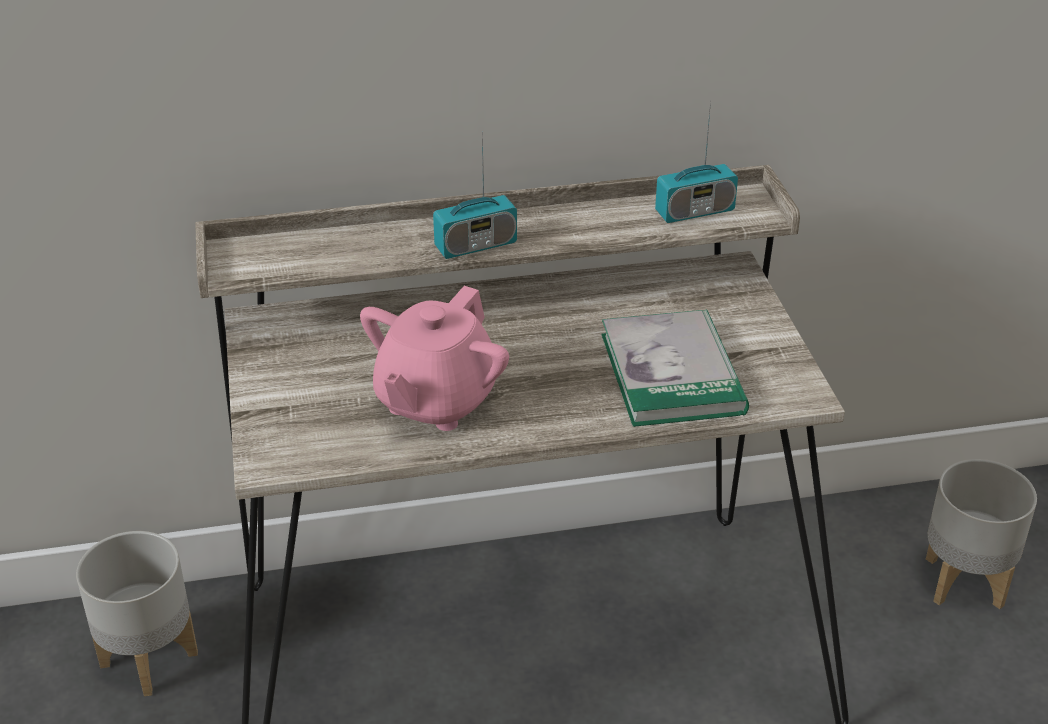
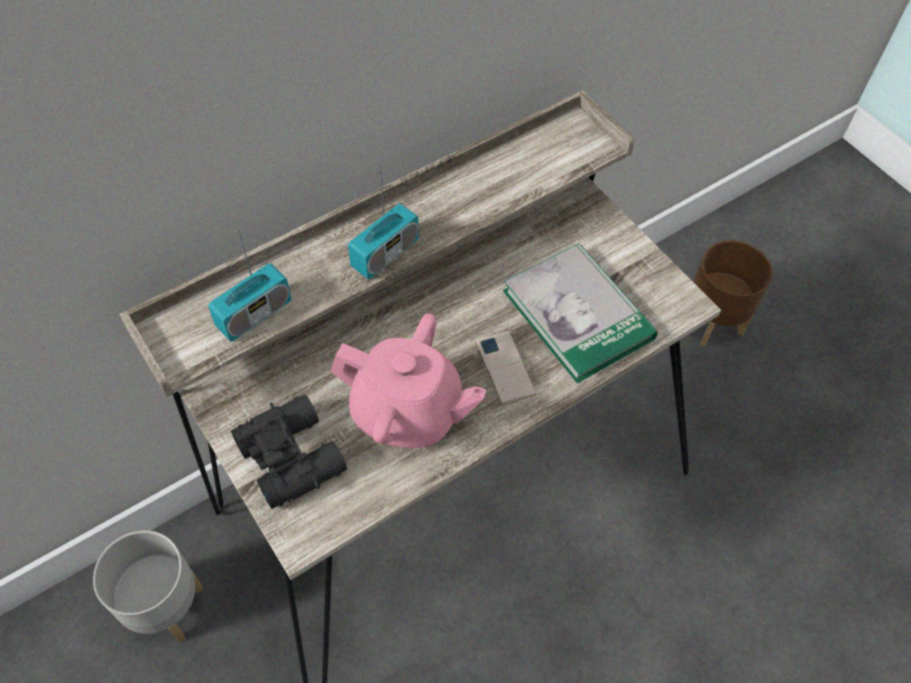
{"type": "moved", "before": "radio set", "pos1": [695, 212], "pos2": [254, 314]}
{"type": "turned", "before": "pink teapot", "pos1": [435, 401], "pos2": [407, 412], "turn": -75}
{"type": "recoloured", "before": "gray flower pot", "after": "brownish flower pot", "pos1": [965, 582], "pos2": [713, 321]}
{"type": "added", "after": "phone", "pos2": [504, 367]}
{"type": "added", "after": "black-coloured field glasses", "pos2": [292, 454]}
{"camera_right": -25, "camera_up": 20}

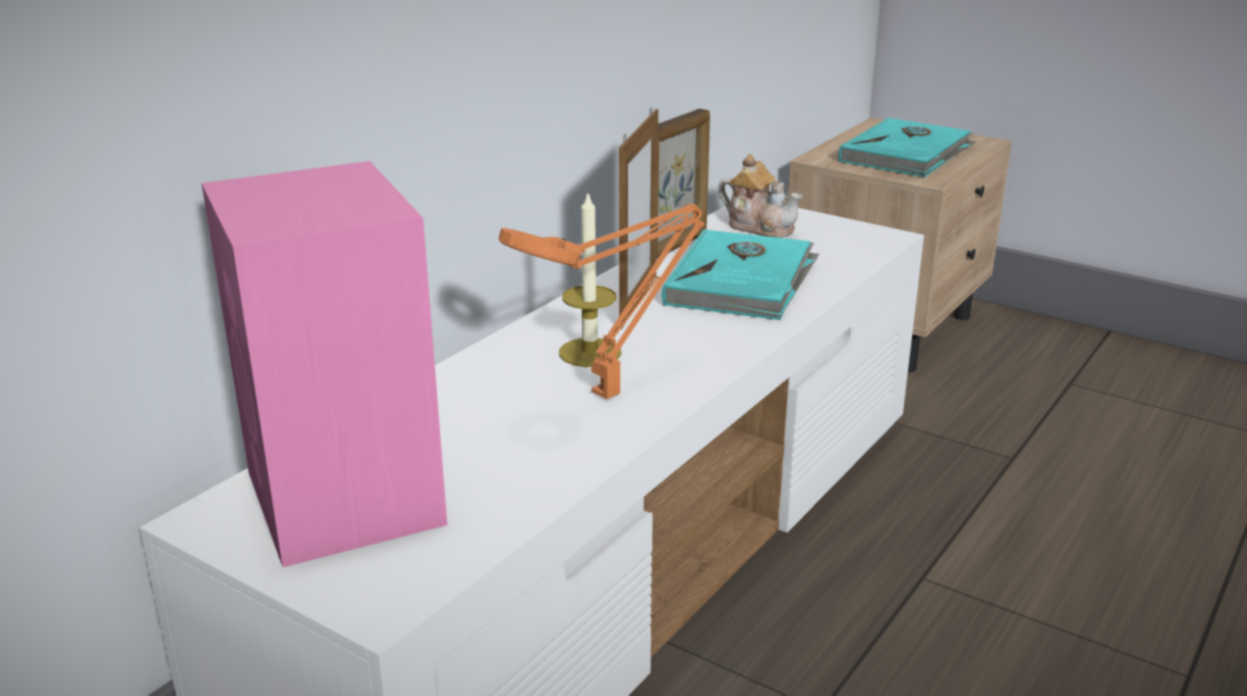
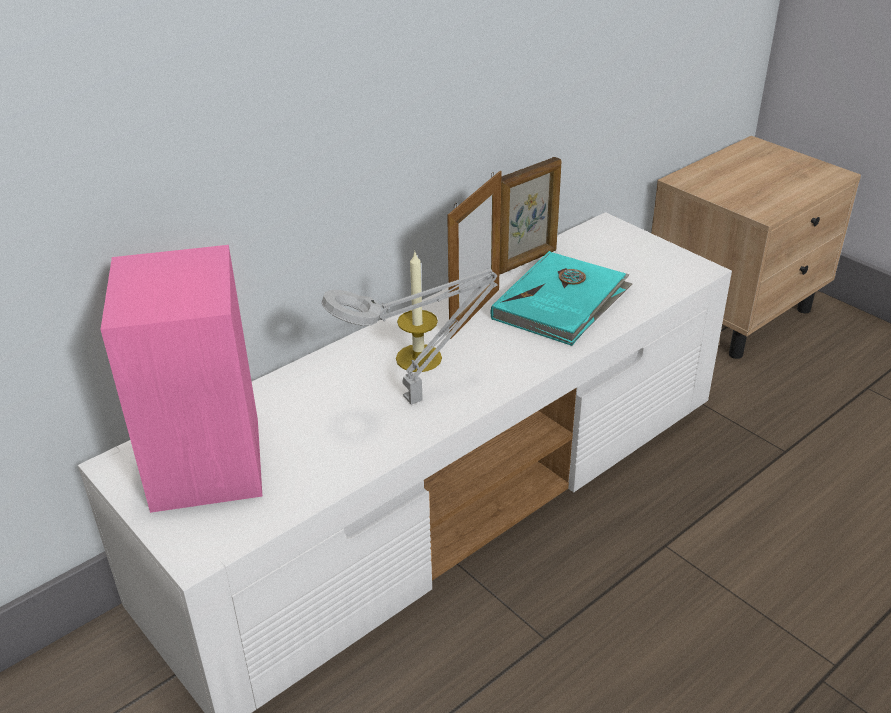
{"type": "removed", "before": "turquoise volume", "pos1": [907, 154]}
{"type": "removed", "before": "teapot", "pos1": [760, 226]}
{"type": "recoloured", "before": "orange-coloured table lamp", "after": "gray table lamp", "pos1": [612, 392], "pos2": [418, 398]}
{"camera_right": 15, "camera_up": 10}

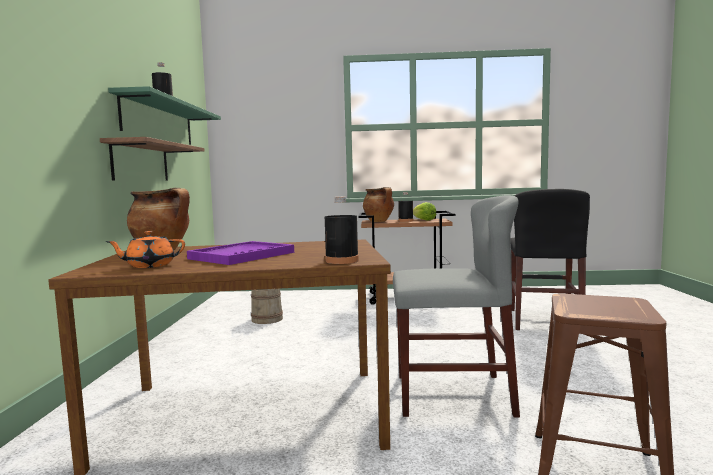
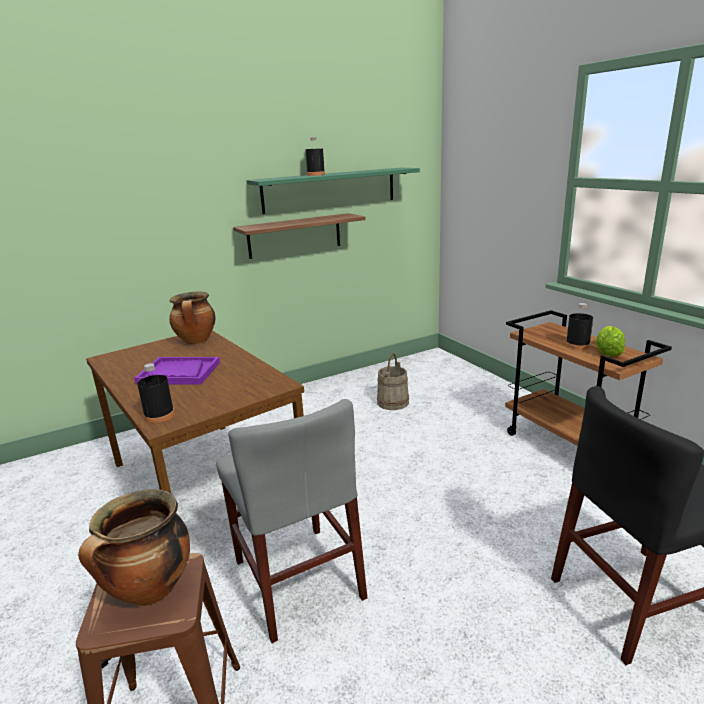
{"type": "moved", "before": "saucepot", "pos1": [379, 221], "pos2": [150, 591]}
{"type": "removed", "before": "orange-coloured teapot", "pos1": [149, 265]}
{"camera_right": 60, "camera_up": 15}

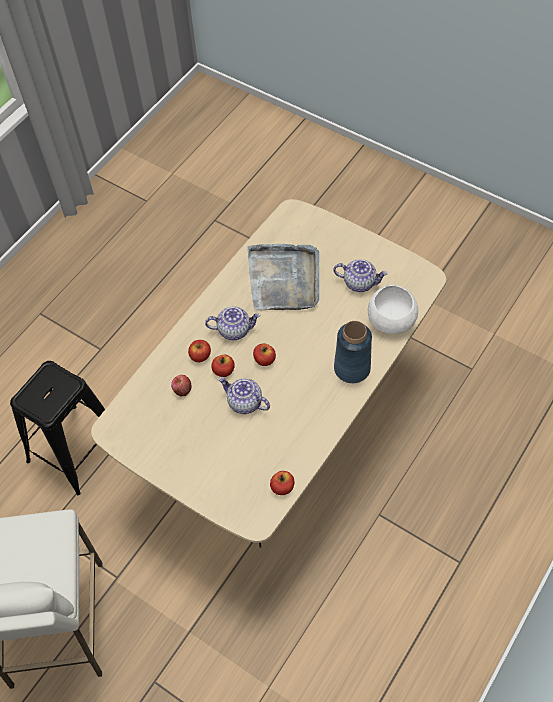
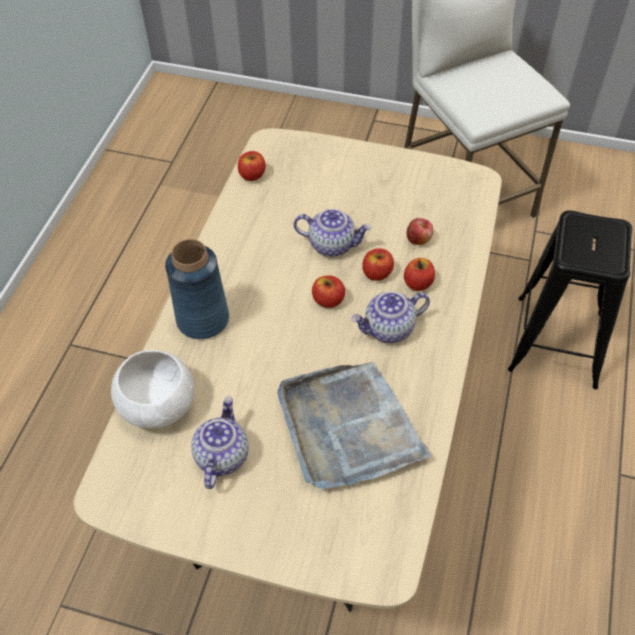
{"type": "turned", "before": "teapot", "pos1": [360, 282], "pos2": [221, 455], "turn": 105}
{"camera_right": 160, "camera_up": -5}

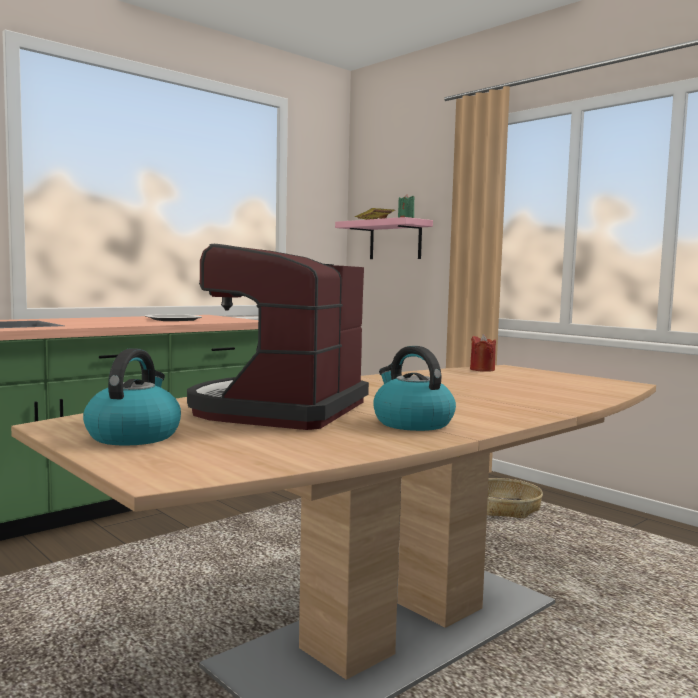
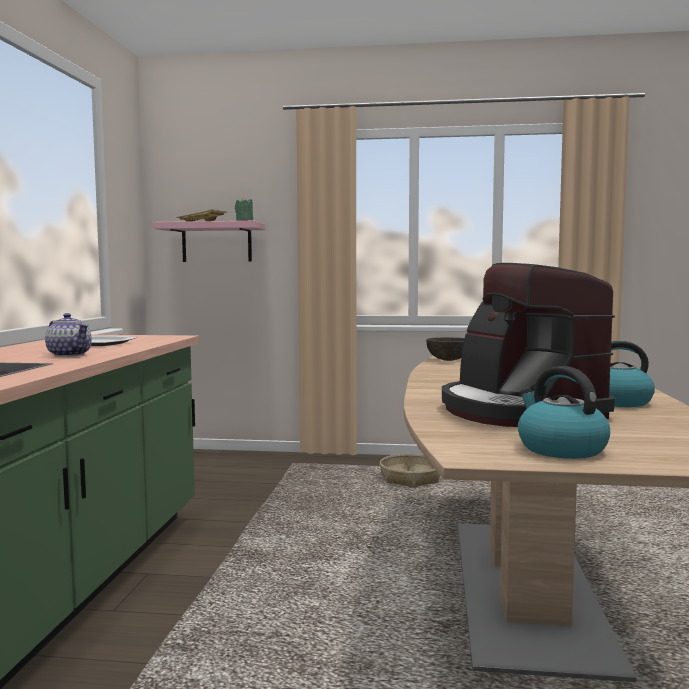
{"type": "replaced", "before": "reddish wax candle", "after": "brownish bowl", "pos1": [482, 369], "pos2": [448, 360]}
{"type": "added", "after": "teapot", "pos2": [69, 354]}
{"camera_right": -40, "camera_up": 0}

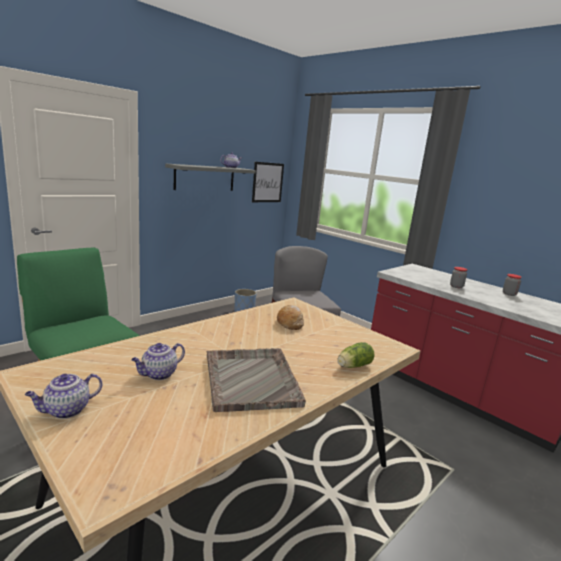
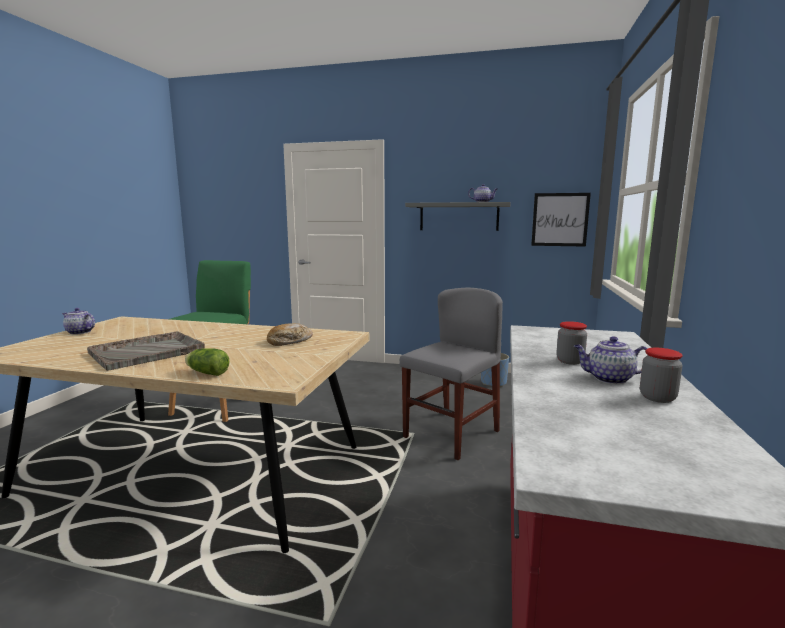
{"type": "moved", "before": "teapot", "pos1": [158, 374], "pos2": [609, 379]}
{"camera_right": 60, "camera_up": -5}

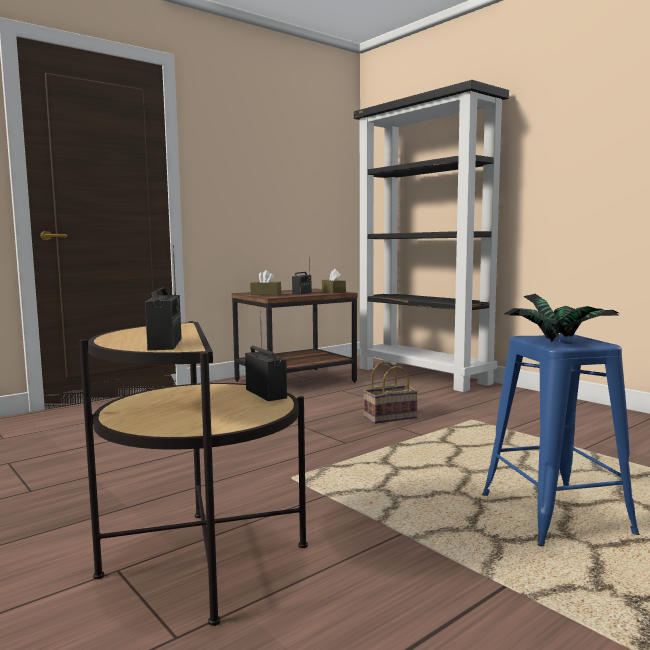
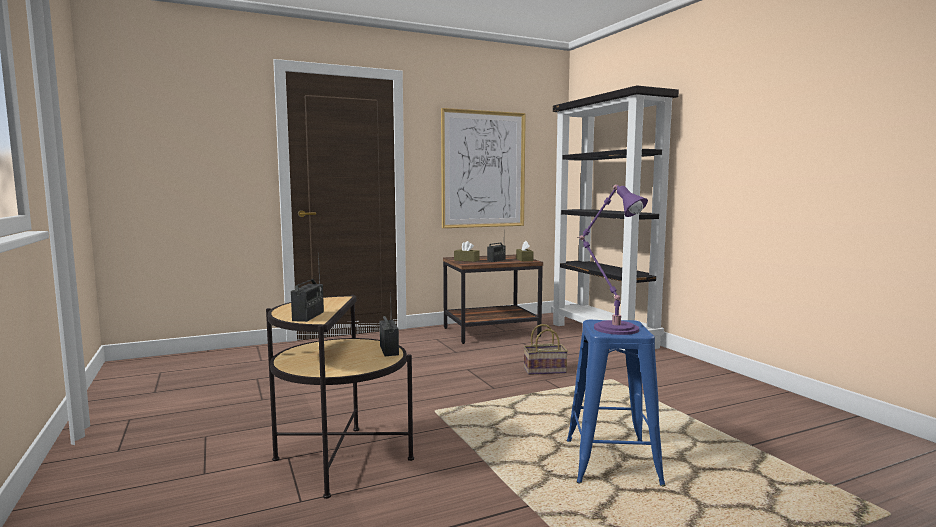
{"type": "replaced", "before": "plant in a pot", "after": "purple table lamp", "pos1": [560, 341], "pos2": [613, 328]}
{"type": "added", "after": "wall art", "pos2": [483, 169]}
{"camera_right": 15, "camera_up": 0}

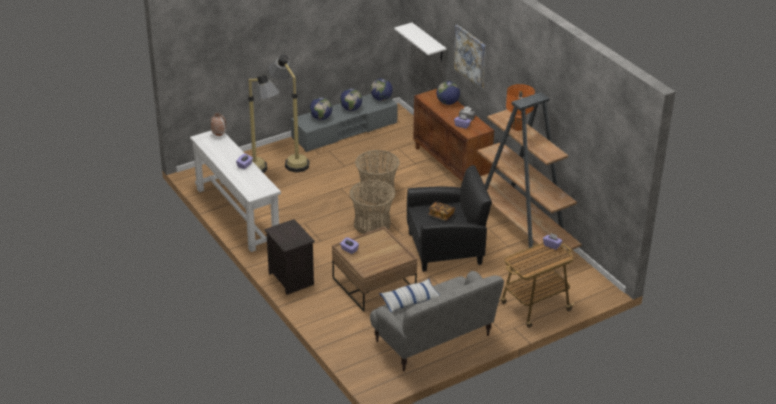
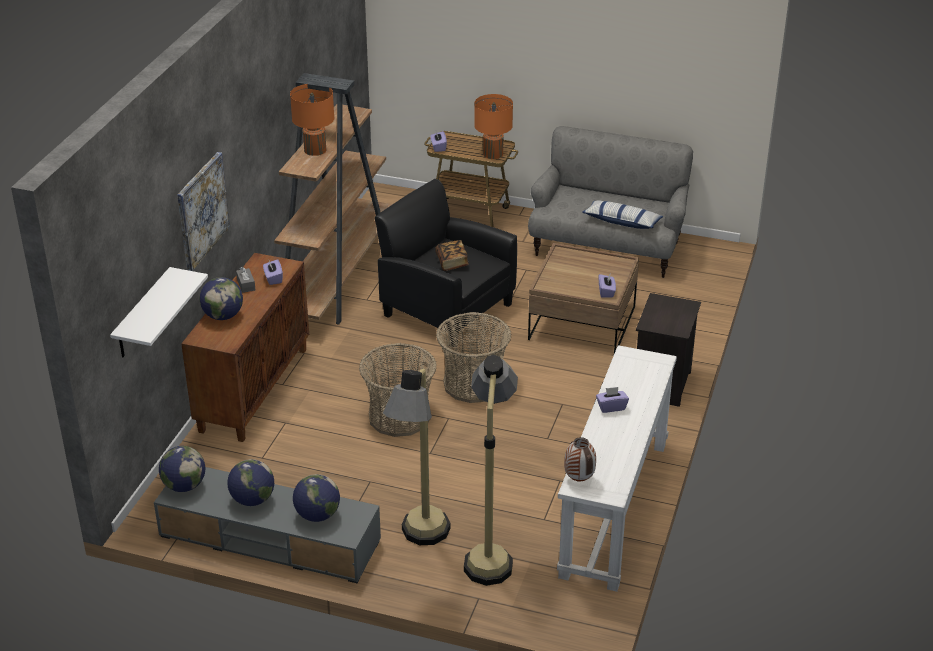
{"type": "added", "after": "orange-coloured table lamp", "pos2": [493, 154]}
{"camera_right": -130, "camera_up": 0}

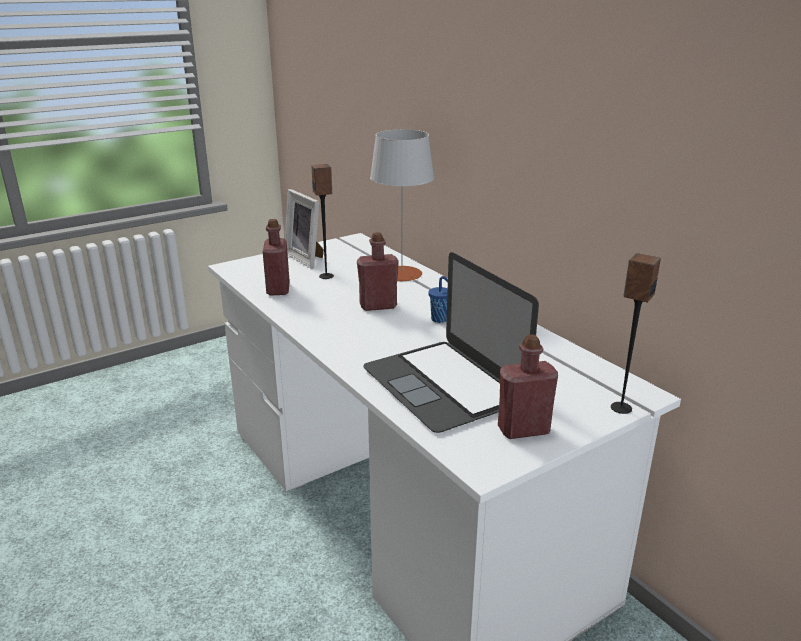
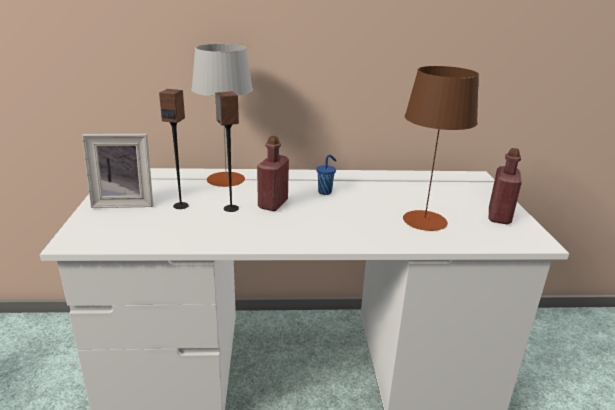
{"type": "removed", "before": "reddish bottle", "pos1": [278, 289]}
{"type": "replaced", "before": "laptop", "after": "brownish table lamp", "pos1": [443, 384], "pos2": [424, 220]}
{"type": "moved", "before": "audio speaker", "pos1": [620, 408], "pos2": [230, 208]}
{"camera_right": -60, "camera_up": 0}

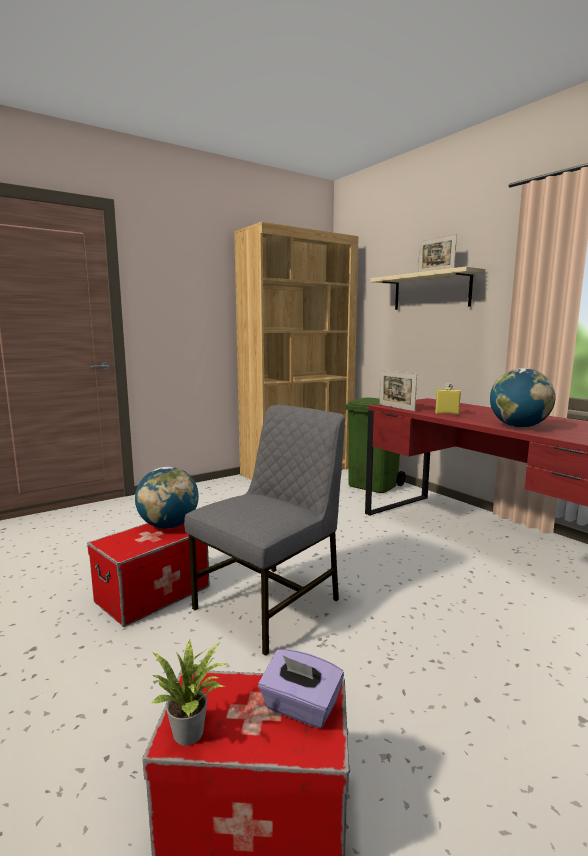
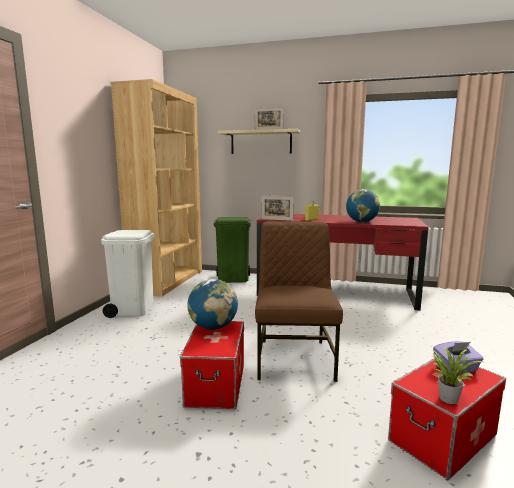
{"type": "recoloured", "before": "gray chair", "after": "brownish chair", "pos1": [271, 604], "pos2": [294, 358]}
{"type": "added", "after": "whitish rubbish bin", "pos2": [133, 309]}
{"camera_right": -40, "camera_up": 0}

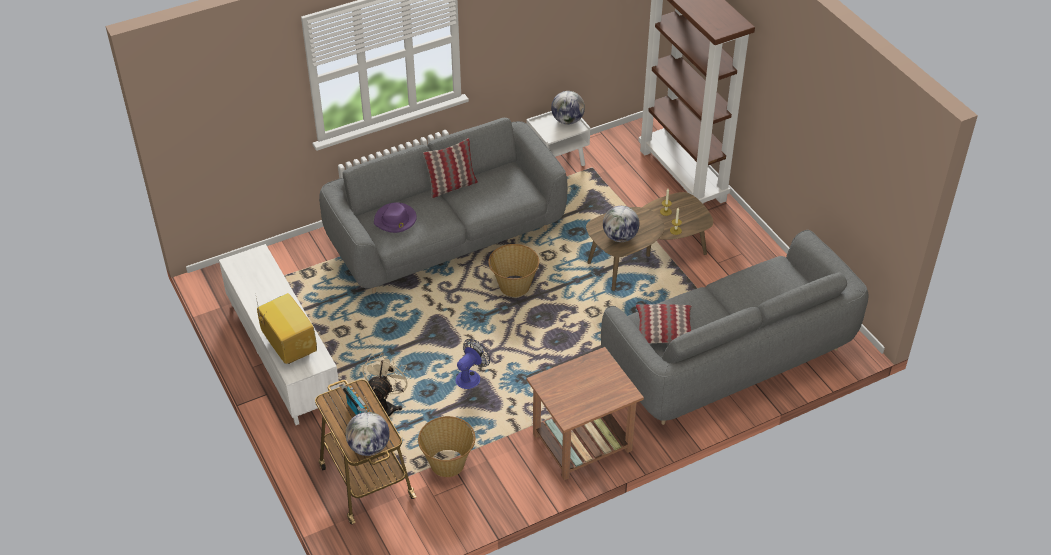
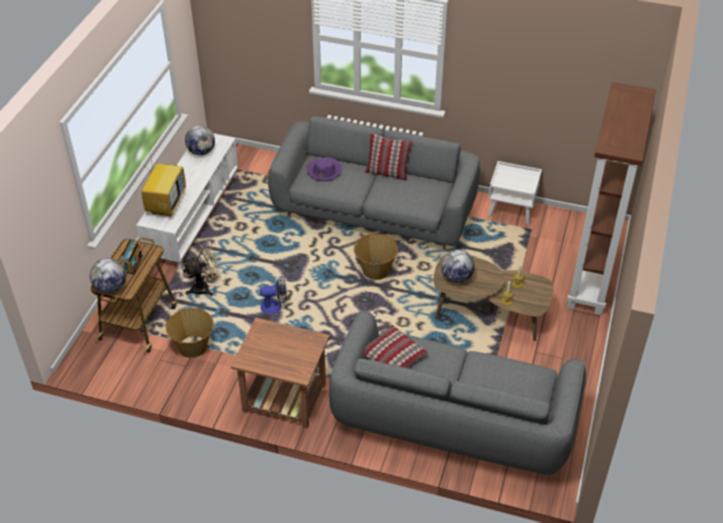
{"type": "moved", "before": "world globe", "pos1": [567, 120], "pos2": [201, 152]}
{"camera_right": 45, "camera_up": 0}

